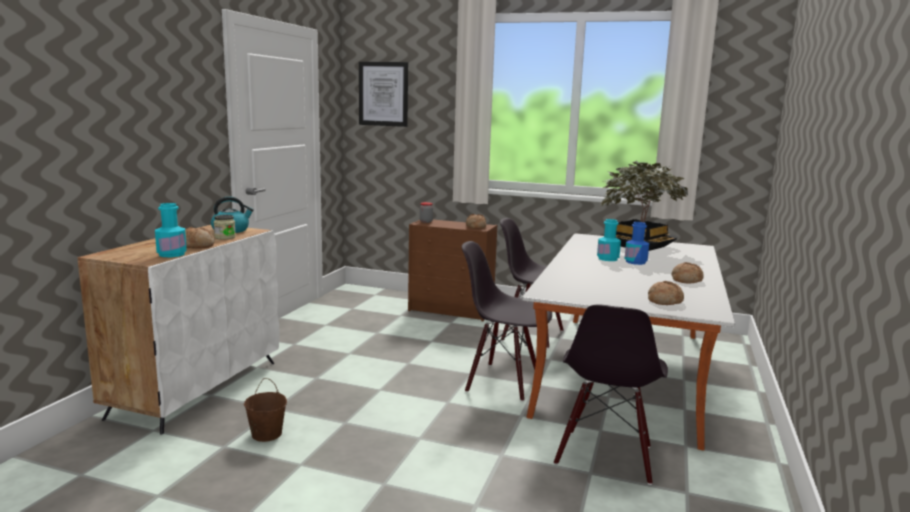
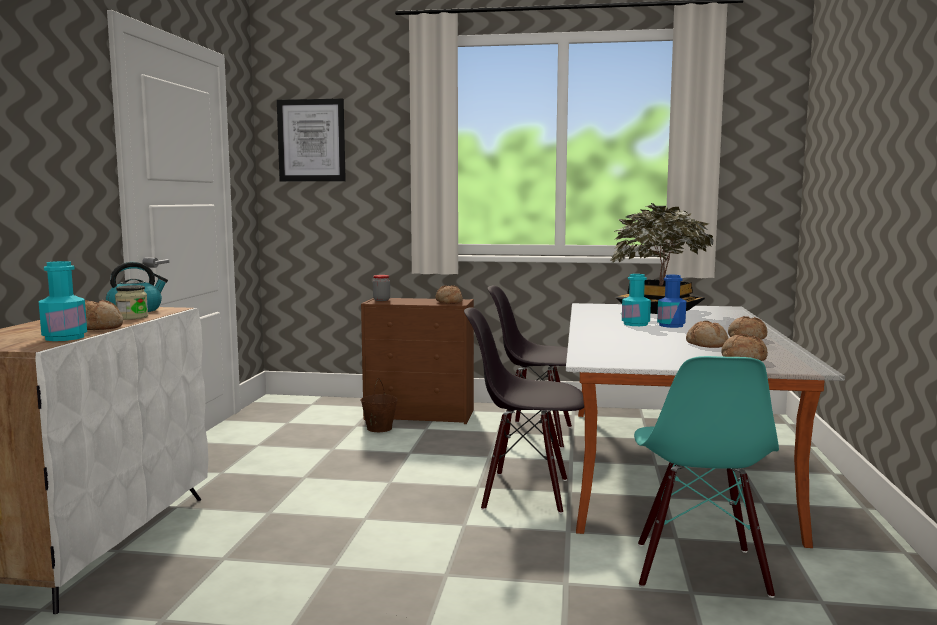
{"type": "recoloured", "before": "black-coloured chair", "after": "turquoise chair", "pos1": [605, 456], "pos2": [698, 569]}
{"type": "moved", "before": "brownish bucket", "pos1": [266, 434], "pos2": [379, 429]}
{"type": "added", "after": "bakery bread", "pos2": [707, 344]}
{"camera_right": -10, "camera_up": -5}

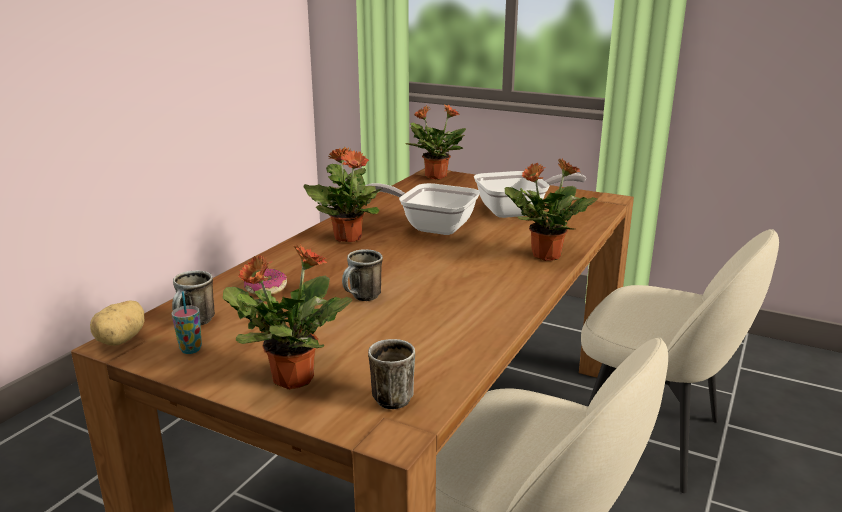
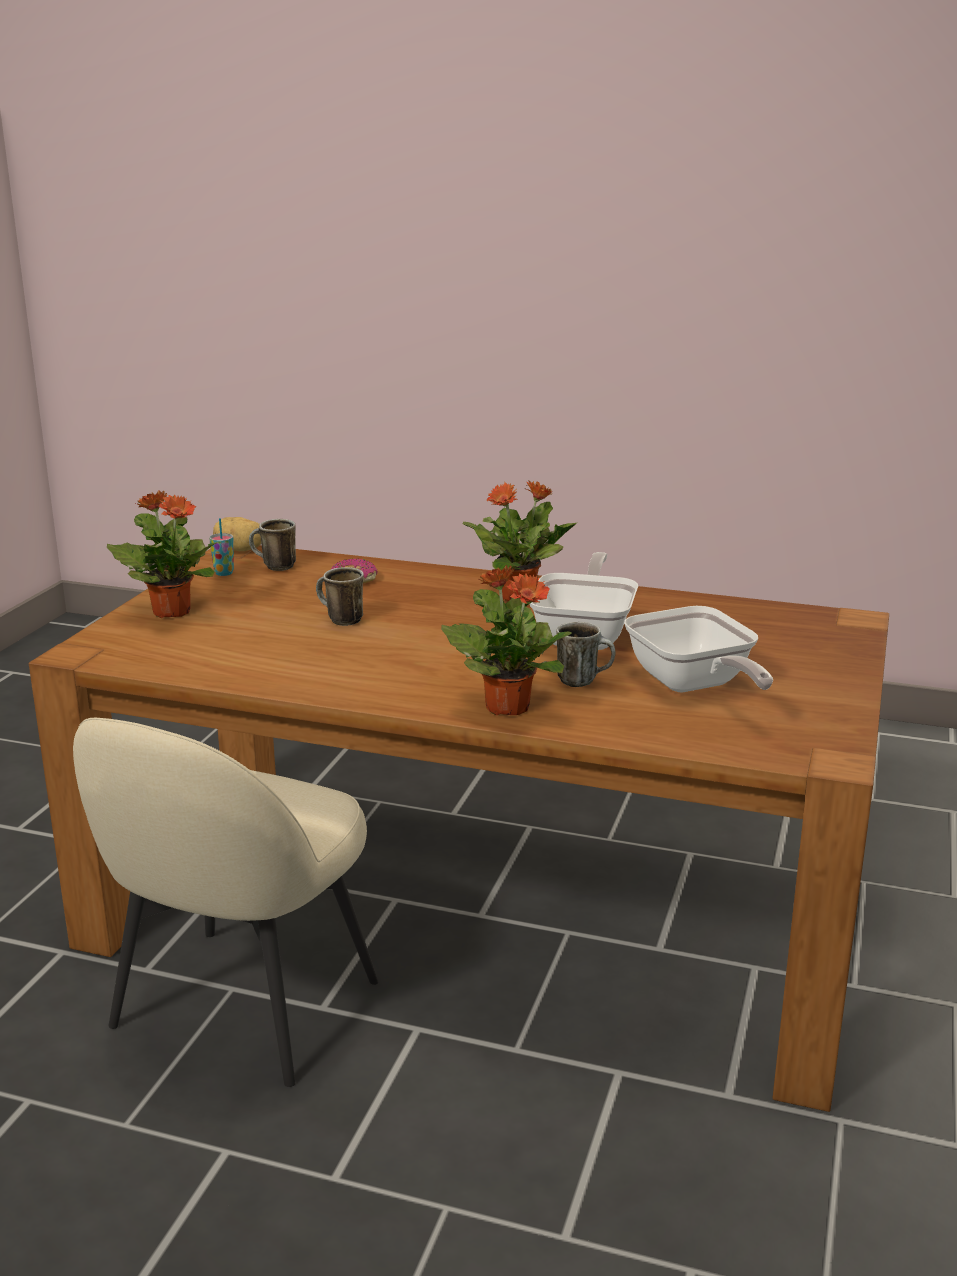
{"type": "removed", "before": "plant in a pot", "pos1": [435, 176]}
{"type": "removed", "before": "beige-coloured chair", "pos1": [652, 437]}
{"type": "moved", "before": "coffee mug", "pos1": [393, 396], "pos2": [584, 680]}
{"camera_right": 80, "camera_up": 0}

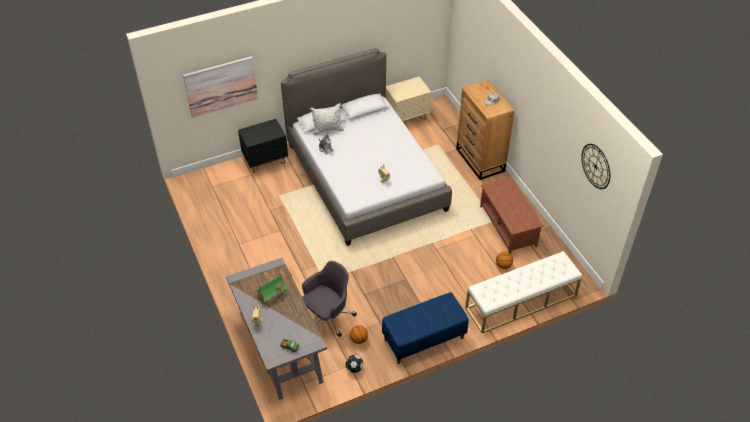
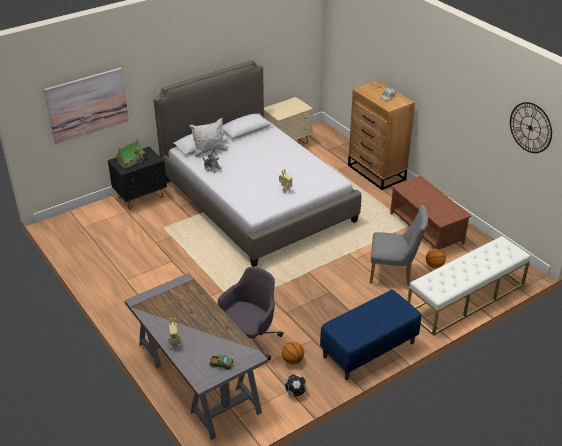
{"type": "moved", "before": "miniature house", "pos1": [272, 293], "pos2": [130, 161]}
{"type": "added", "after": "gray chair", "pos2": [394, 273]}
{"camera_right": -10, "camera_up": -10}

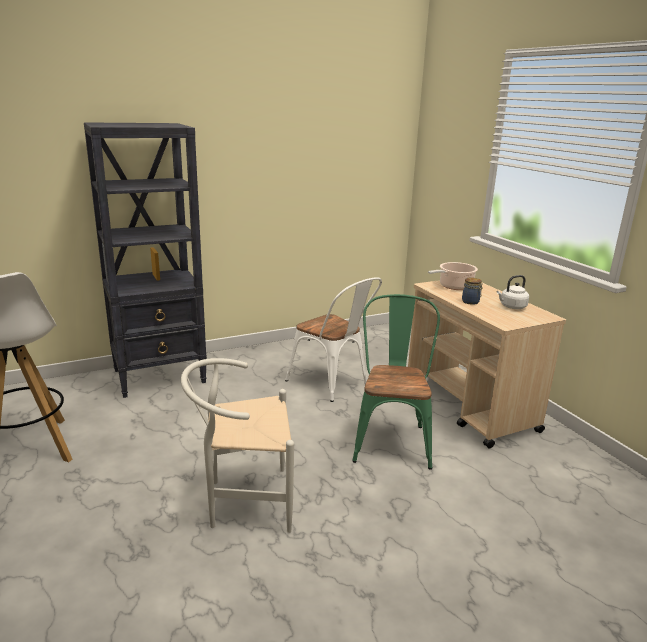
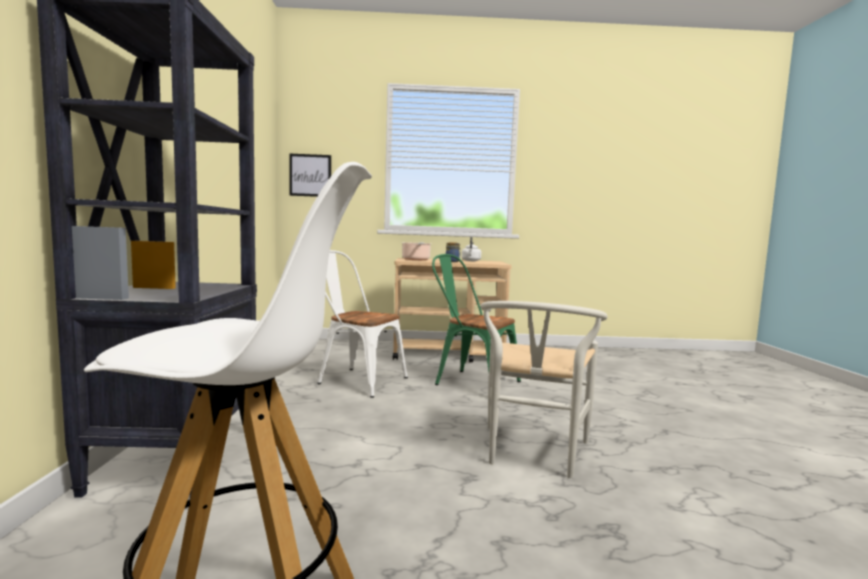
{"type": "turned", "before": "whitish chair", "pos1": [333, 384], "pos2": [356, 380], "turn": -135}
{"type": "added", "after": "wall art", "pos2": [310, 175]}
{"camera_right": -65, "camera_up": -15}

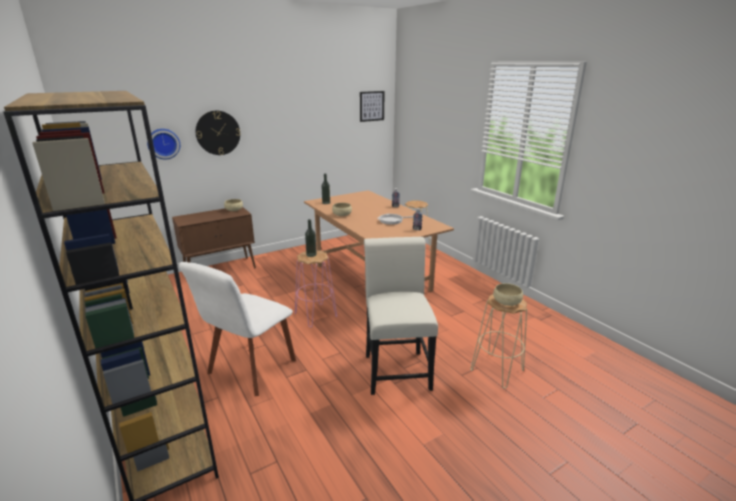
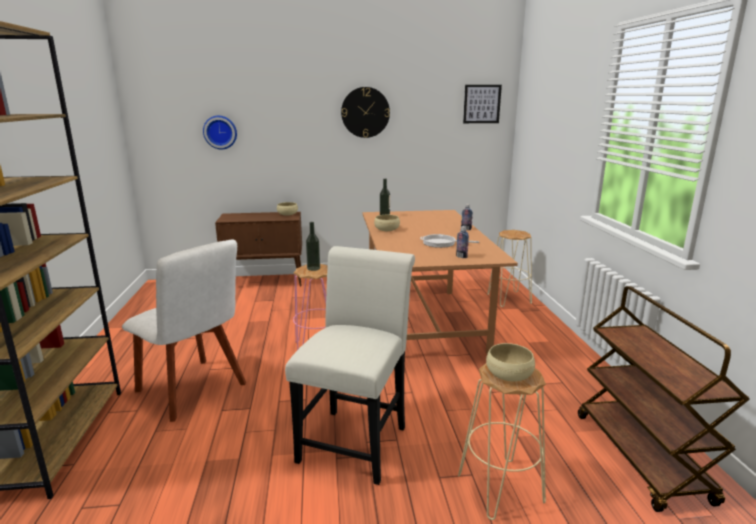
{"type": "moved", "before": "wall clock", "pos1": [218, 133], "pos2": [365, 112]}
{"type": "turned", "before": "whitish chair", "pos1": [249, 369], "pos2": [194, 390], "turn": -105}
{"type": "added", "after": "brownish trolley", "pos2": [641, 457]}
{"camera_right": 25, "camera_up": -5}

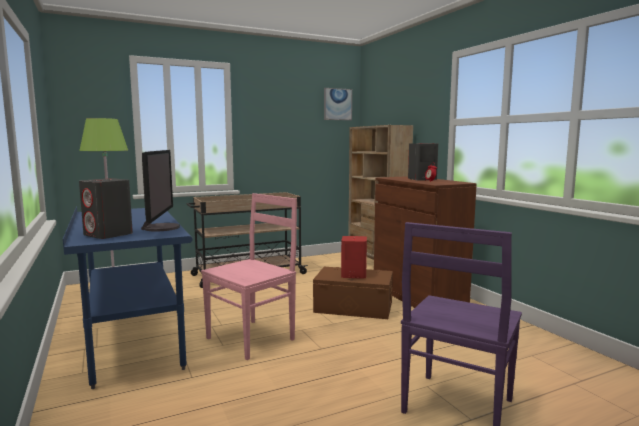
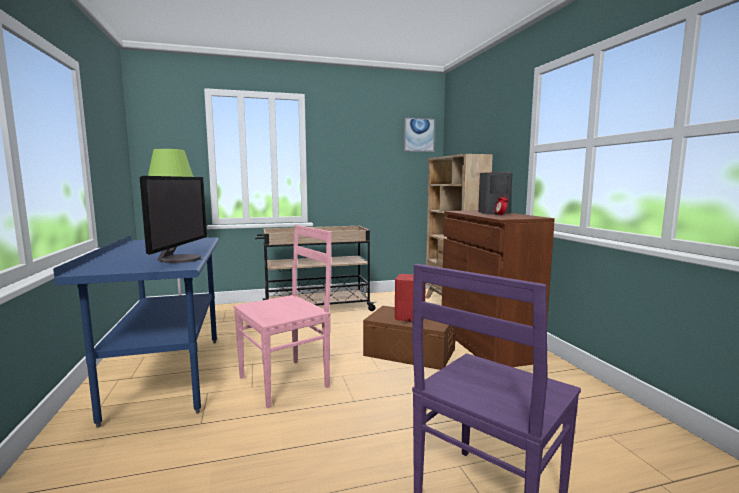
{"type": "removed", "before": "gray audio speaker", "pos1": [108, 234]}
{"camera_right": 10, "camera_up": 0}

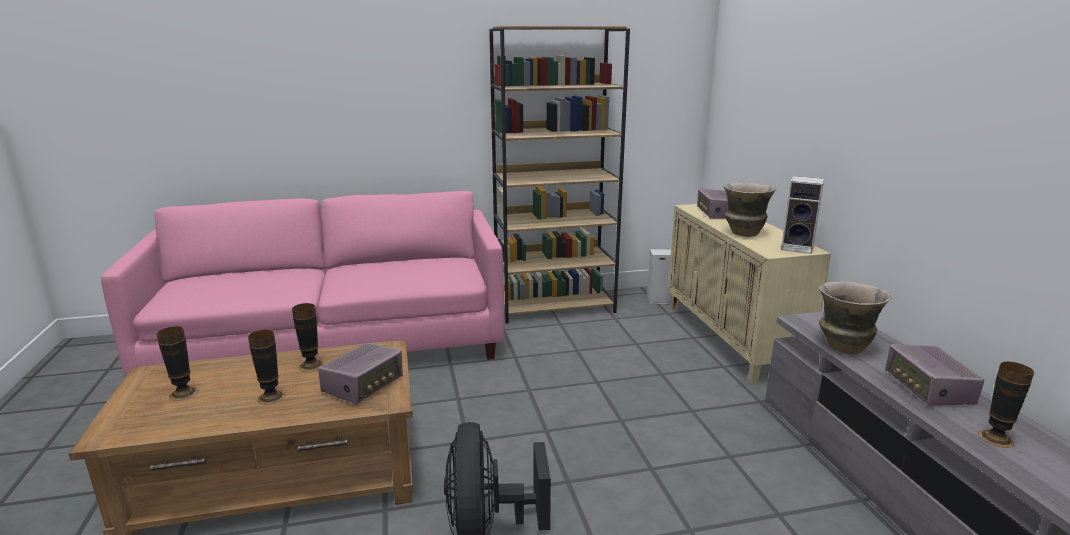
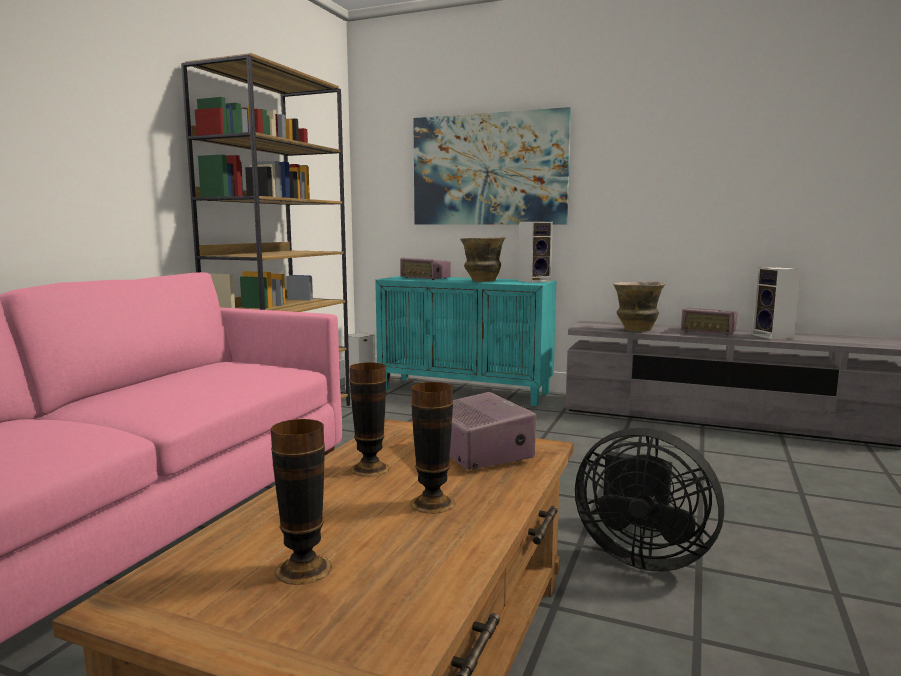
{"type": "recoloured", "before": "beige-coloured cabinet", "after": "turquoise cabinet", "pos1": [731, 339], "pos2": [466, 391]}
{"type": "replaced", "before": "decorative vase", "after": "audio speaker", "pos1": [996, 438], "pos2": [774, 336]}
{"type": "added", "after": "wall art", "pos2": [488, 169]}
{"camera_right": -55, "camera_up": -10}

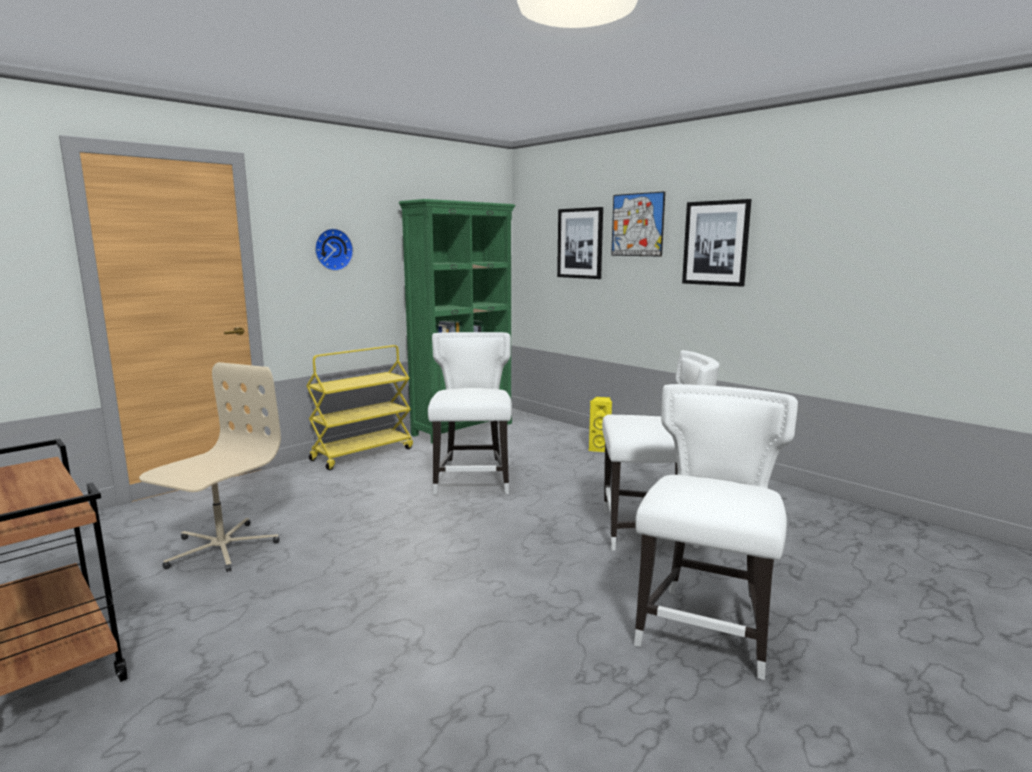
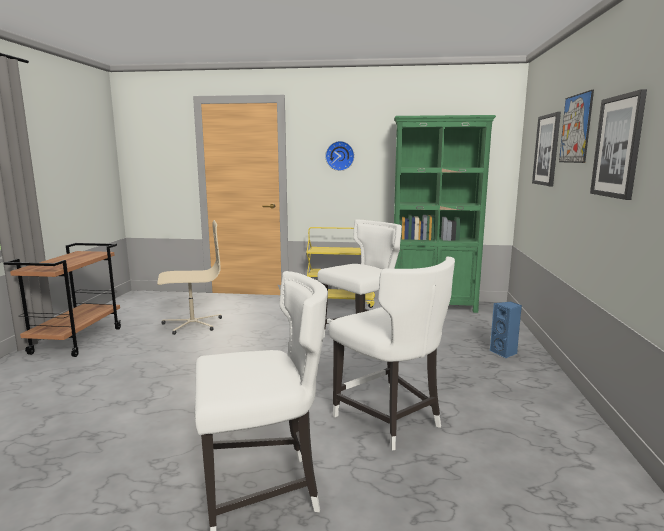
{"type": "recoloured", "before": "yellowish audio speaker", "after": "blue-coloured audio speaker", "pos1": [600, 449], "pos2": [504, 353]}
{"camera_right": 50, "camera_up": 0}

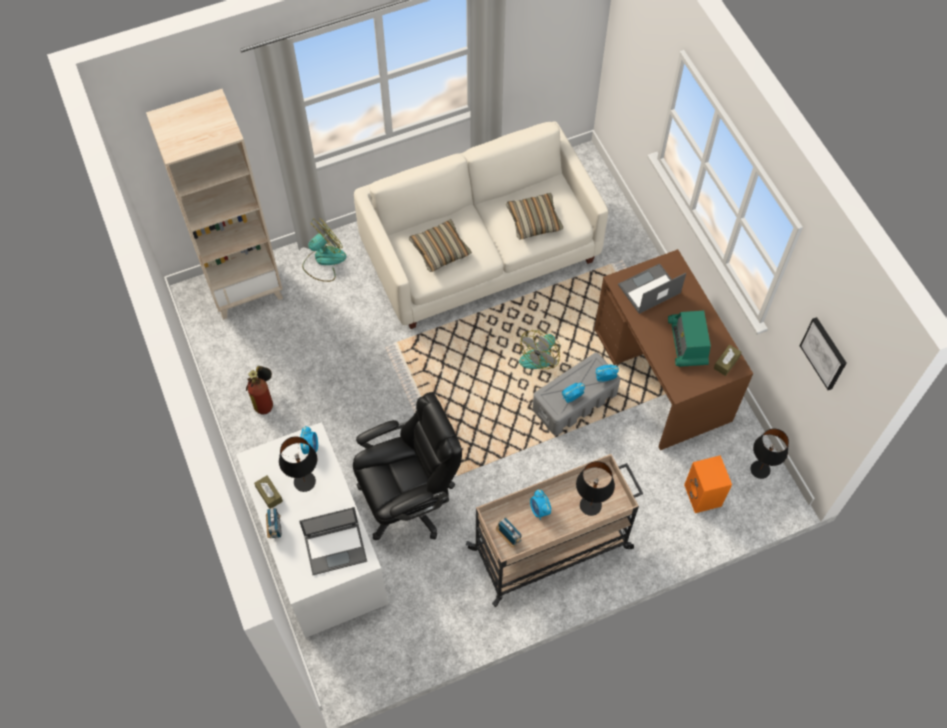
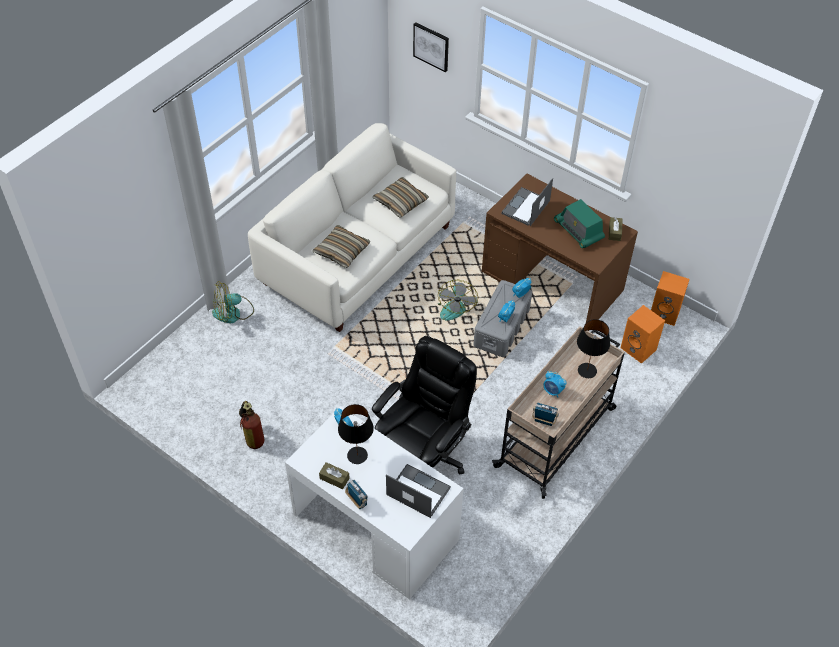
{"type": "removed", "before": "beige-coloured bookcase", "pos1": [245, 288]}
{"type": "turned", "before": "electric fan", "pos1": [323, 260], "pos2": [233, 312], "turn": -135}
{"type": "moved", "before": "wall art", "pos1": [824, 353], "pos2": [431, 46]}
{"type": "replaced", "before": "black-coloured table lamp", "after": "orange-coloured audio speaker", "pos1": [760, 469], "pos2": [665, 313]}
{"type": "turned", "before": "laptop", "pos1": [336, 547], "pos2": [417, 491], "turn": -105}
{"camera_right": -30, "camera_up": -10}

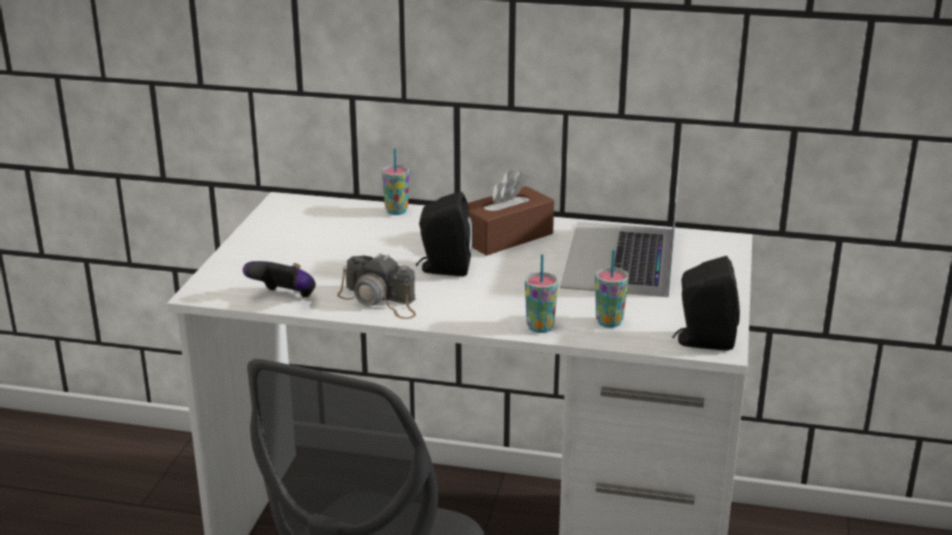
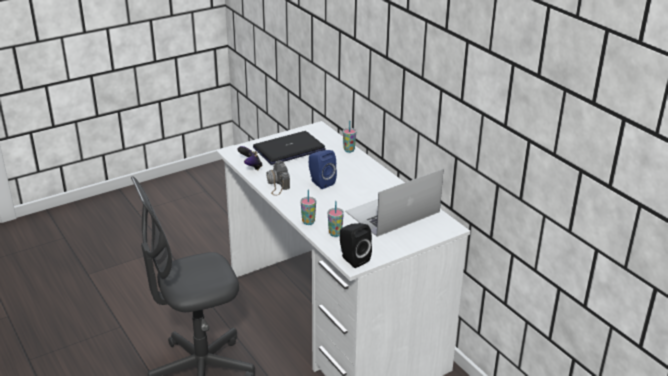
{"type": "removed", "before": "brownish box of tissues", "pos1": [506, 237]}
{"type": "recoloured", "before": "black-coloured audio speaker", "after": "blue-coloured audio speaker", "pos1": [443, 269], "pos2": [320, 182]}
{"type": "added", "after": "laptop", "pos2": [289, 149]}
{"camera_right": 45, "camera_up": 5}

